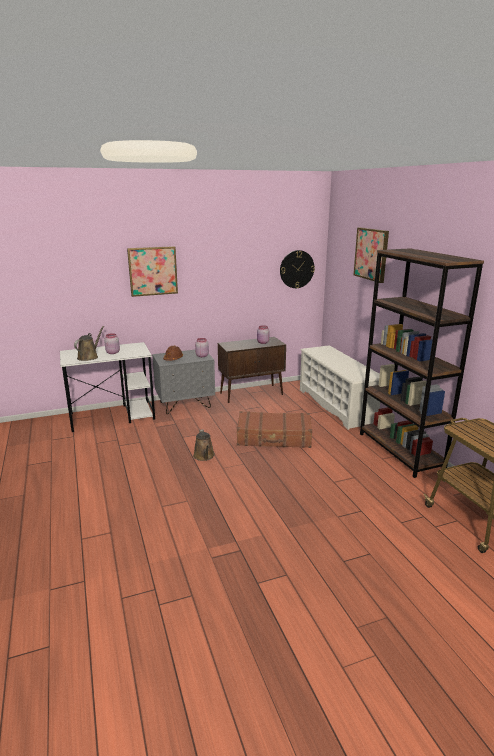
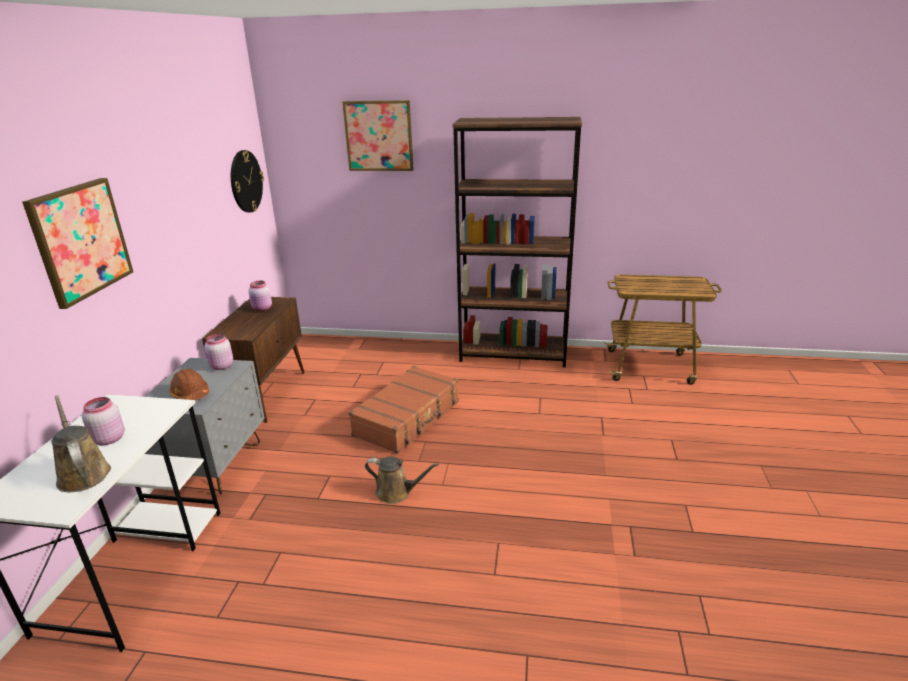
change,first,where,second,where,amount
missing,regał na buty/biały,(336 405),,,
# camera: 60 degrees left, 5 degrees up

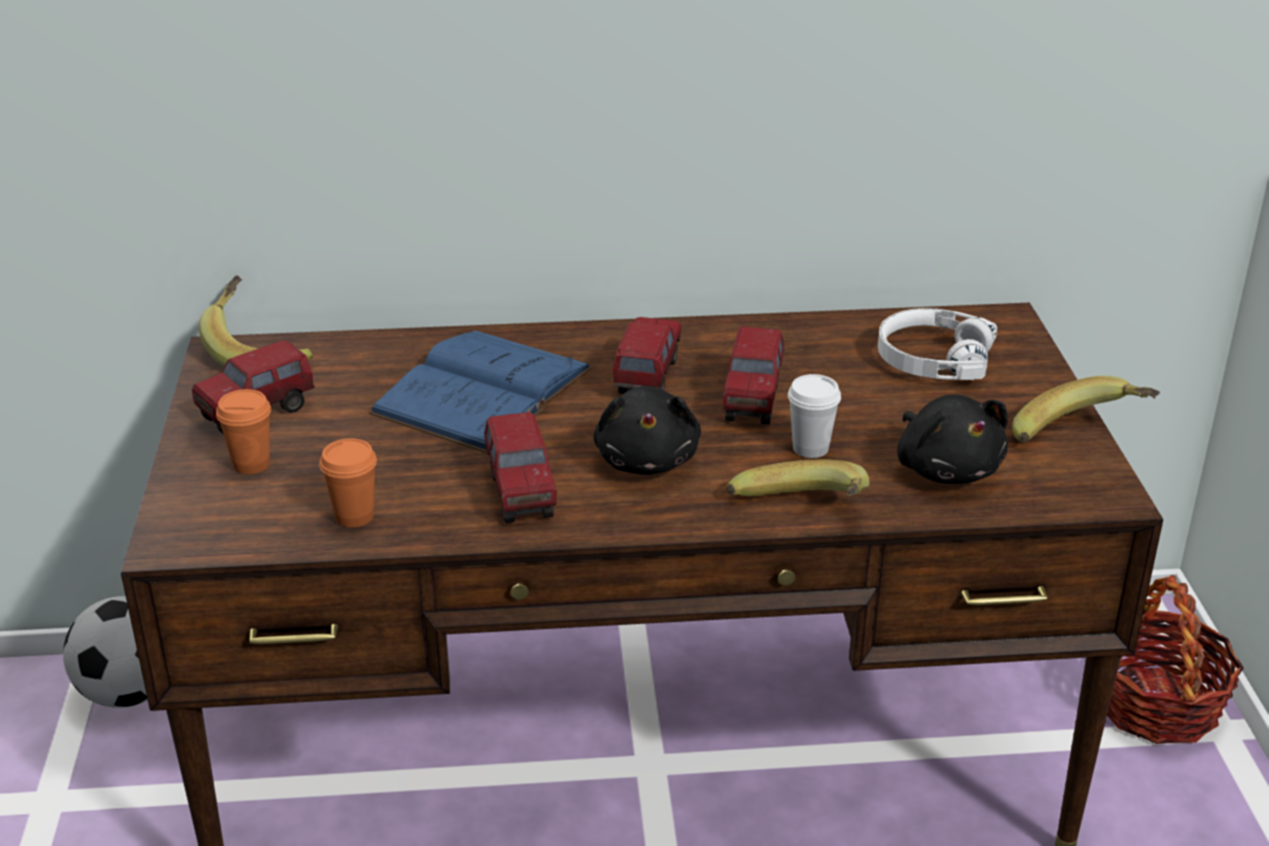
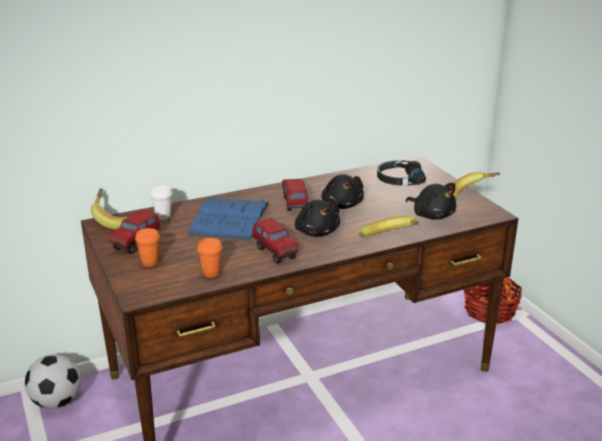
change,first,where,second,where,amount
relocated,filiżanka/biały,(810 448),,(163 216),
exchanged,ciężarówka zabawkowa,(753 401),pluszak/czarny,(342 205),
colour,słuchawki/biały,(932 359),słuchawki/czarny,(399 180),
# camera: 20 degrees left, 5 degrees down

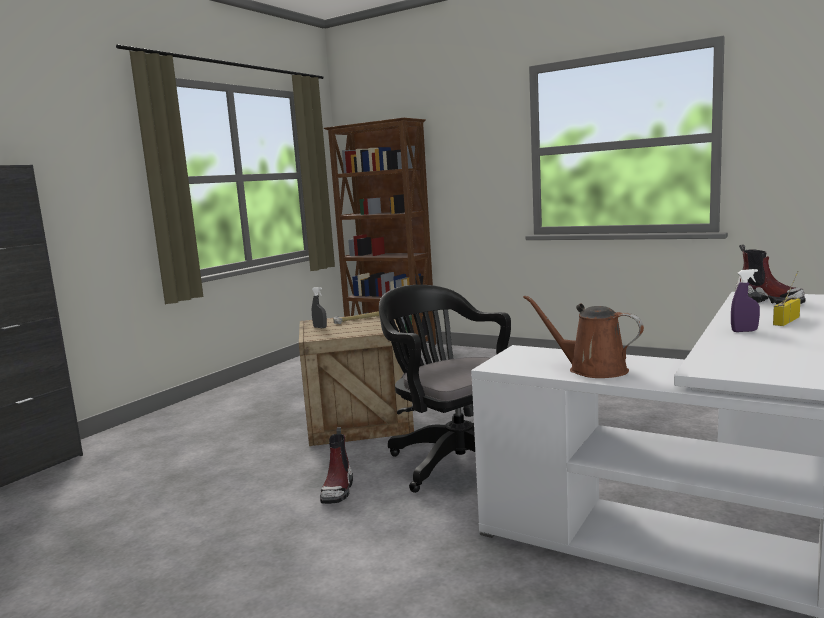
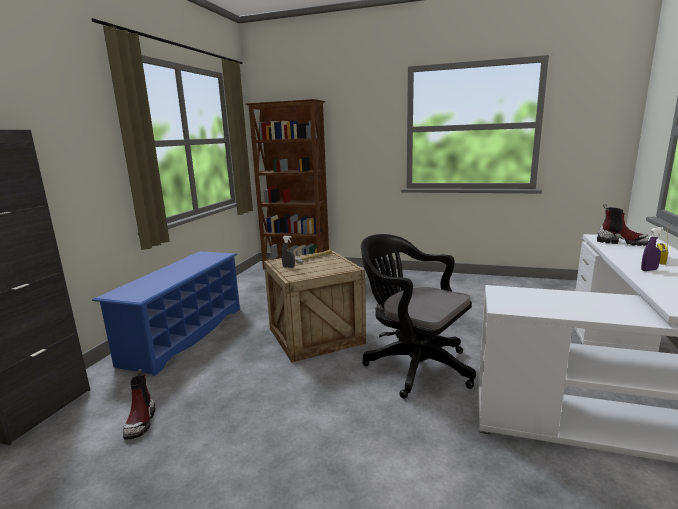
change,first,where,second,where,amount
appeared,,,regał na buty/niebieski,(184 335),
relocated,but z cholewką,(337 490),,(140 422),
missing,konewka/brązowy,(592 369),,,
# camera: 15 degrees left, 5 degrees up

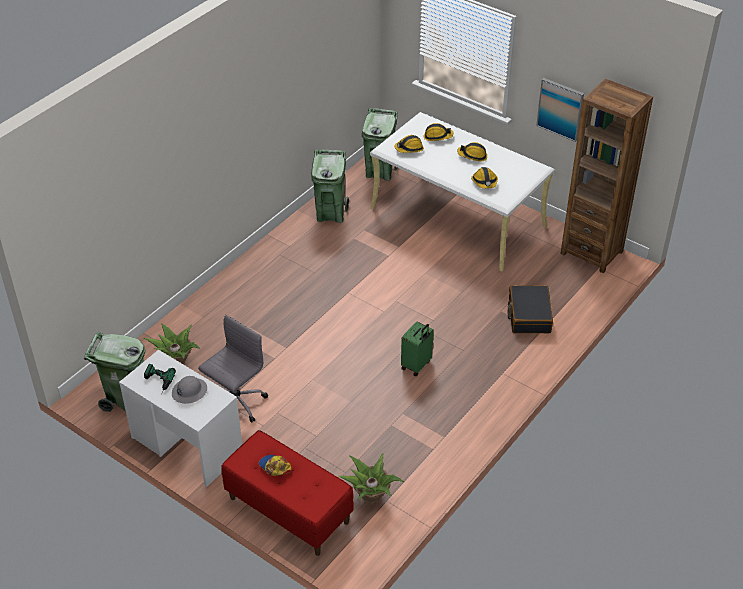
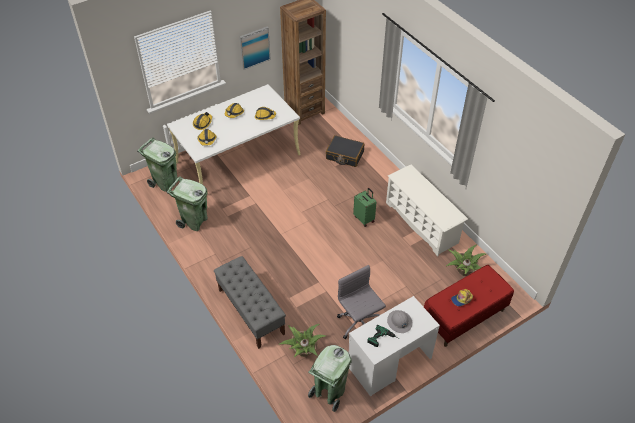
change,first,where,second,where,amount
appeared,,,ławka/szary,(251 311),
appeared,,,regał na buty/biały,(422 223),
# camera: 70 degrees left, 5 degrees up

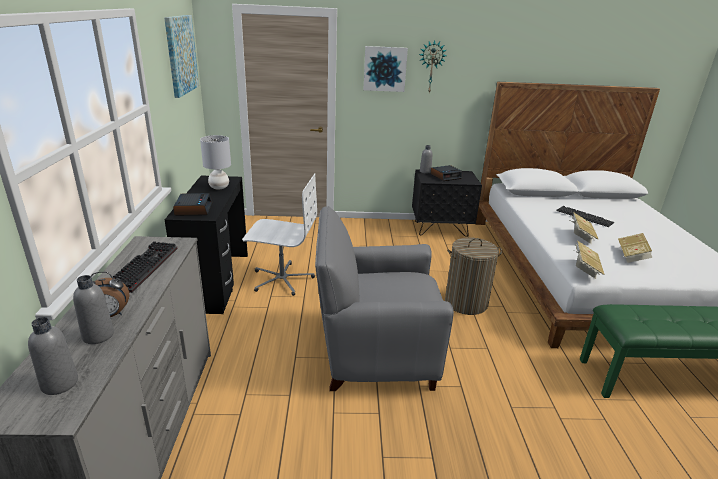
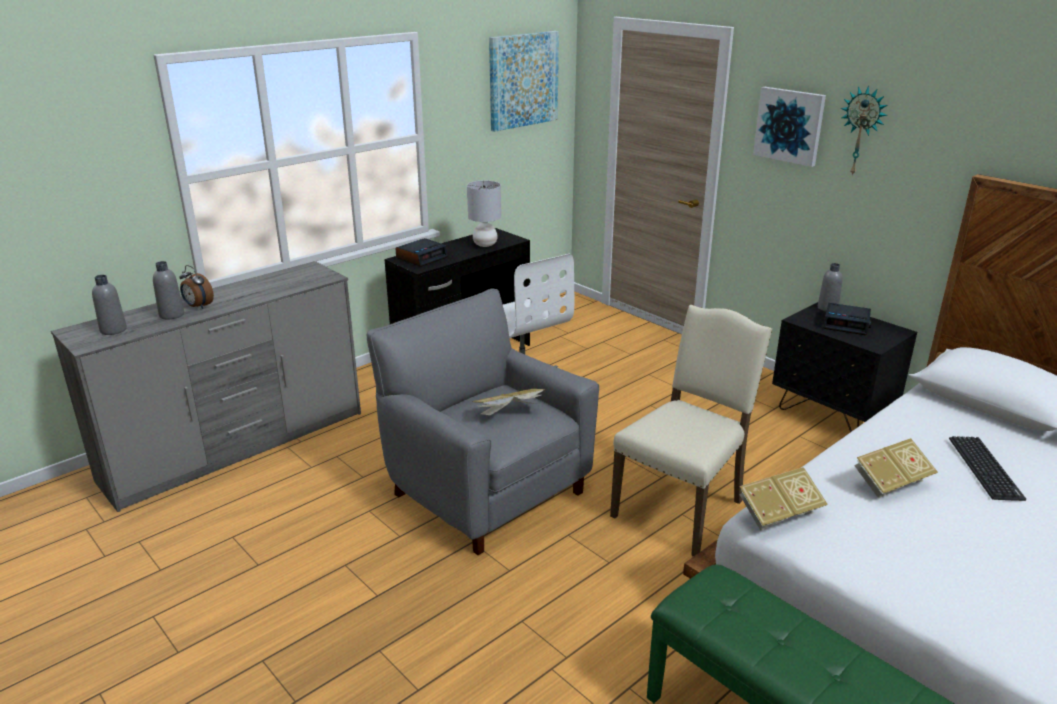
change,first,where,second,where,amount
relocated,książka,(632 256),,(509 413),
exchanged,kosz na pranie,(466 302),krzesło/beżowy,(682 508),
missing,klawiatura,(143 267),,,
# camera: 50 degrees right, 0 degrees up

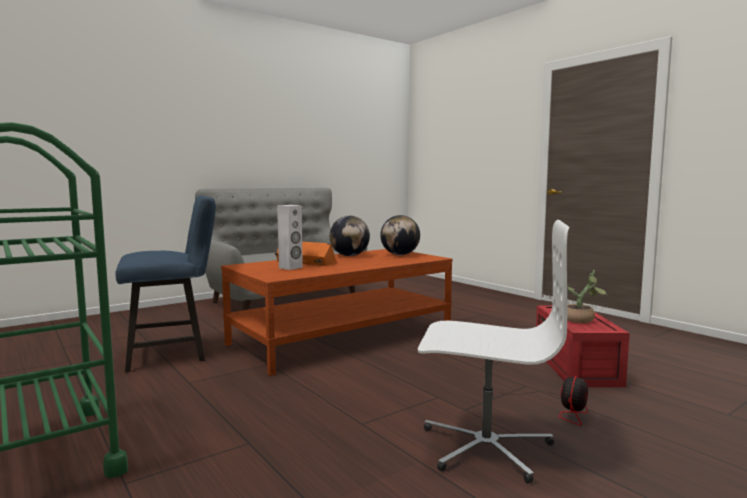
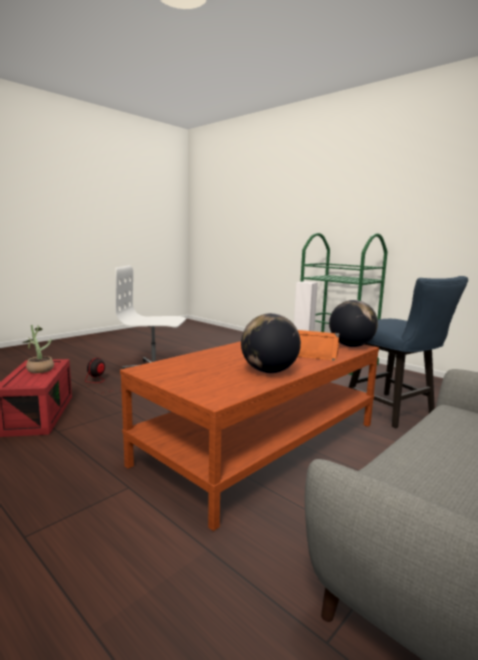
change,first,where,second,where,amount
relocated,globus,(400 255),,(351 346),
spun,krzesło/niebieski,(173 353),,(394 412),90 degrees counterclockwise
# camera: 170 degrees right, 5 degrees up

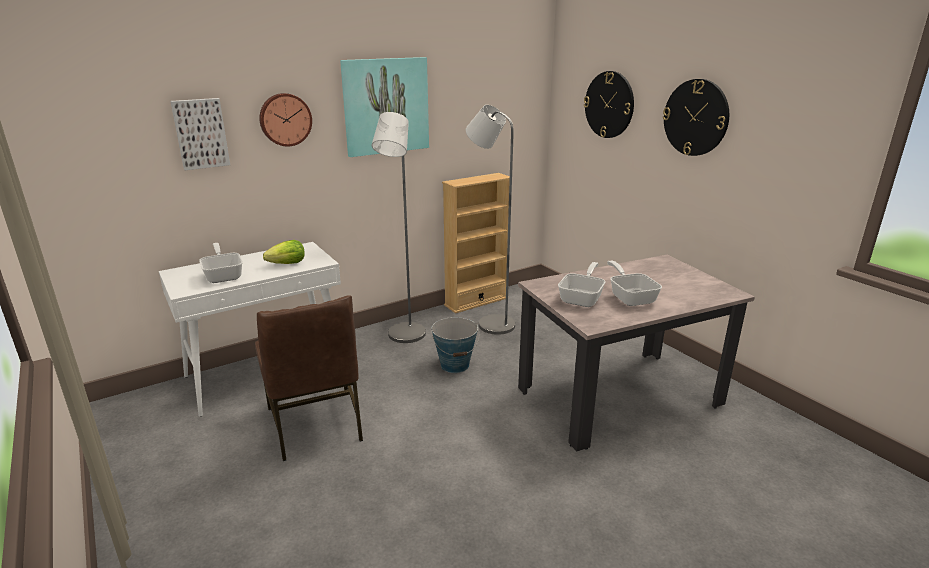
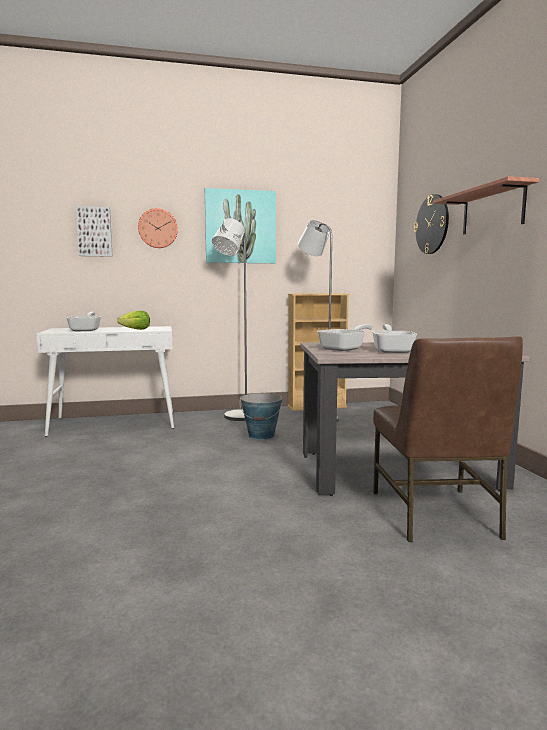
change,first,where,second,where,amount
relocated,krzesło/brązowy,(315 424),,(435 515),
exchanged,zegar ścienny,(696 117),półka,(492 210),
# camera: 20 degrees right, 15 degrees down

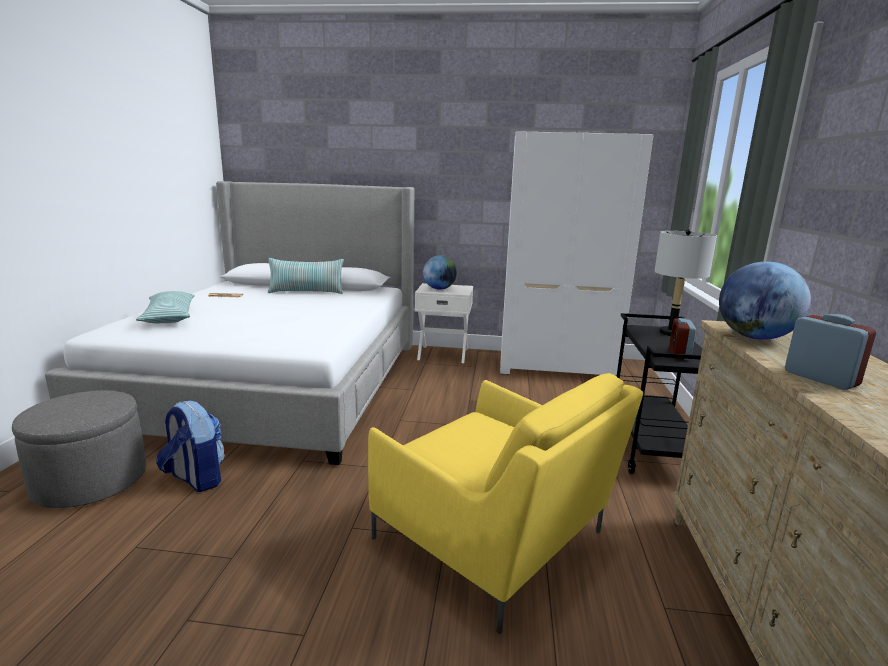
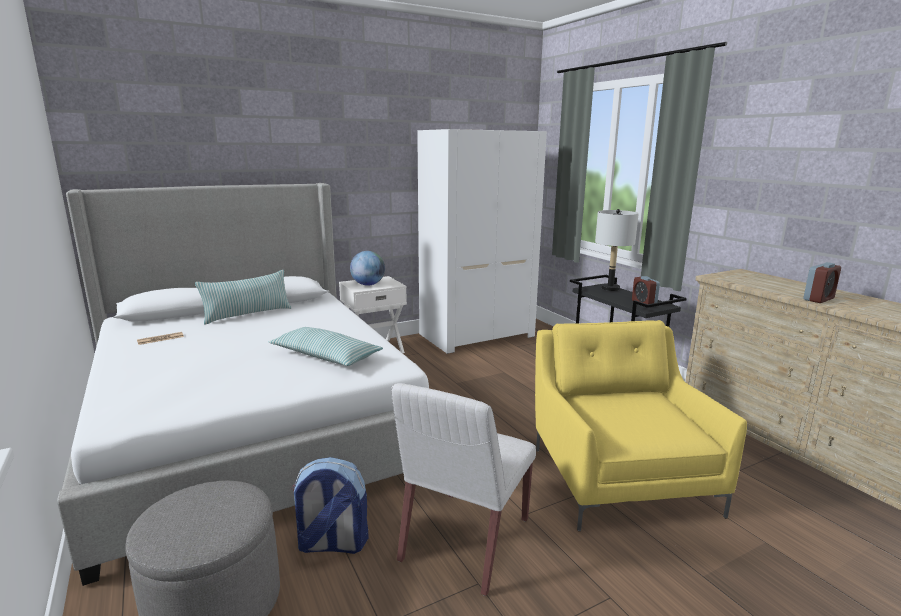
change,first,where,second,where,amount
relocated,poduszka,(169 317),,(325 357),
appeared,,,krzesło/biały,(465 540),
spun,fotel/żółty,(495 540),,(619 476),105 degrees counterclockwise
spun,budzik,(820 378),,(818 299),120 degrees clockwise
missing,globus,(754 337),,,
# camera: 35 degrees left, 0 degrees up

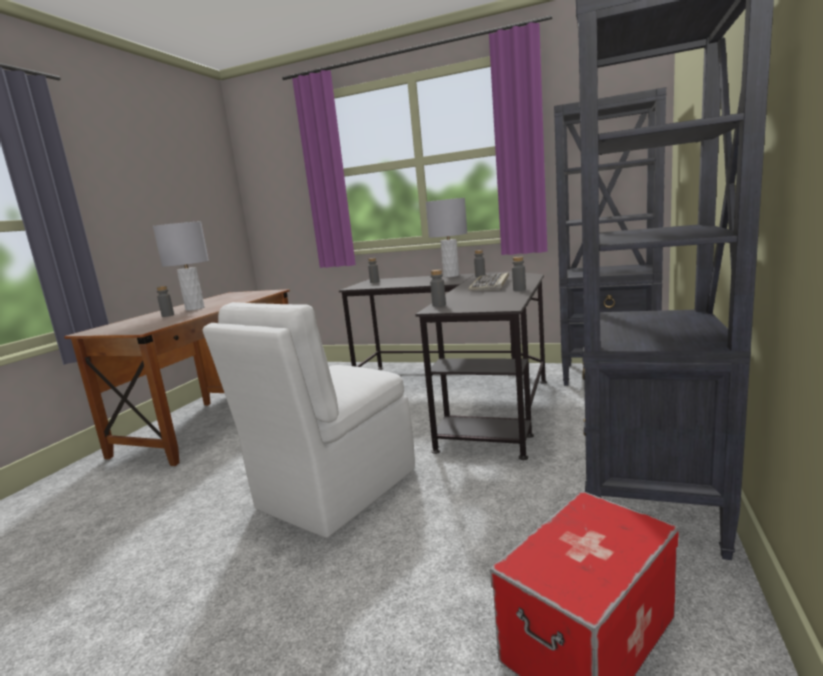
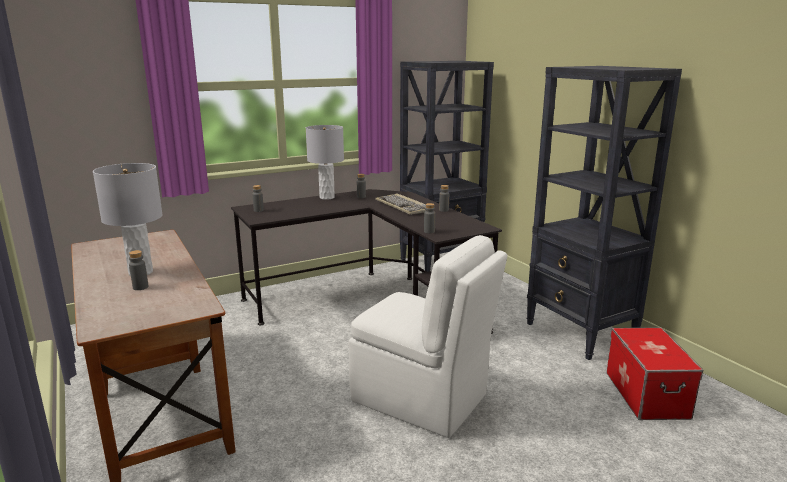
change,first,where,second,where,amount
spun,krzesło/biały,(334 490),,(422 399),45 degrees counterclockwise
# camera: 50 degrees left, 5 degrees up

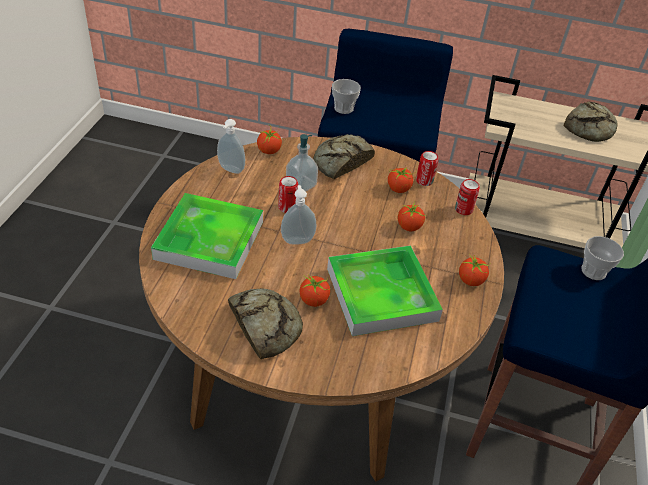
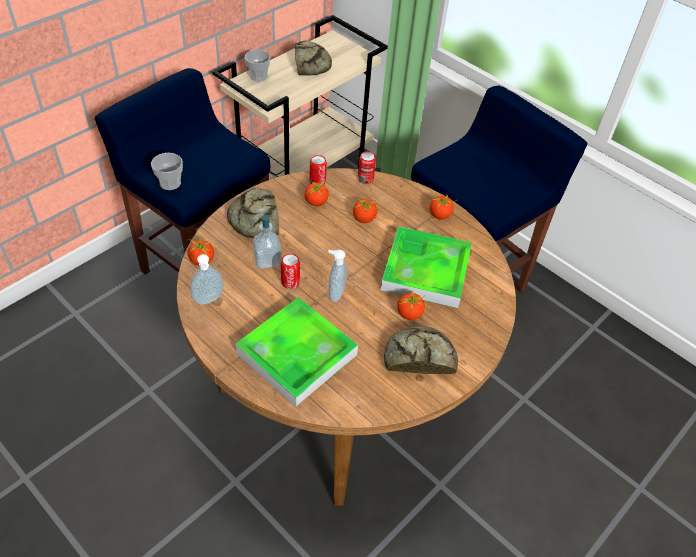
change,first,where,second,where,amount
relocated,filiżanka,(593 271),,(258 76),
# camera: 60 degrees left, 5 degrees up

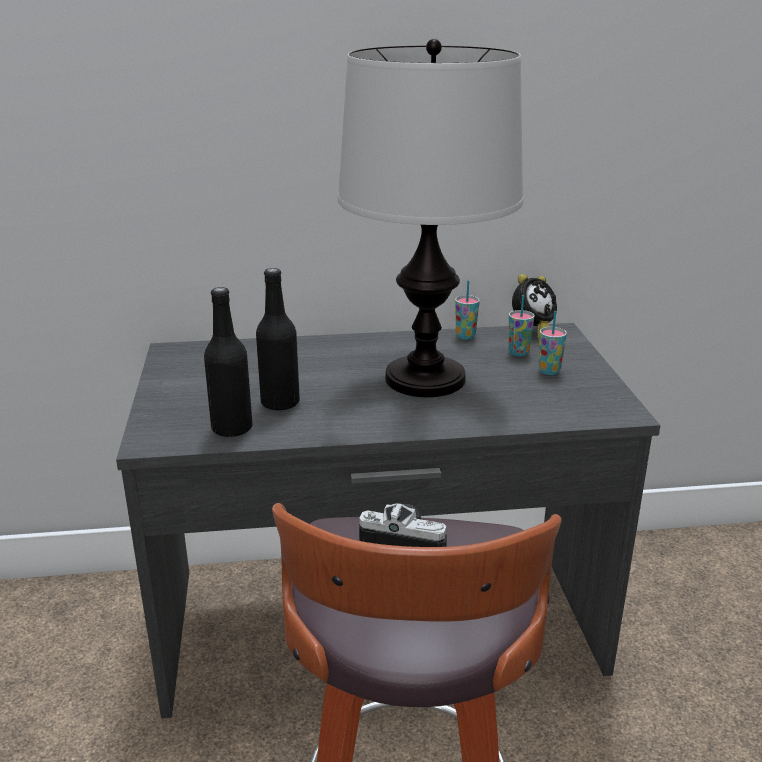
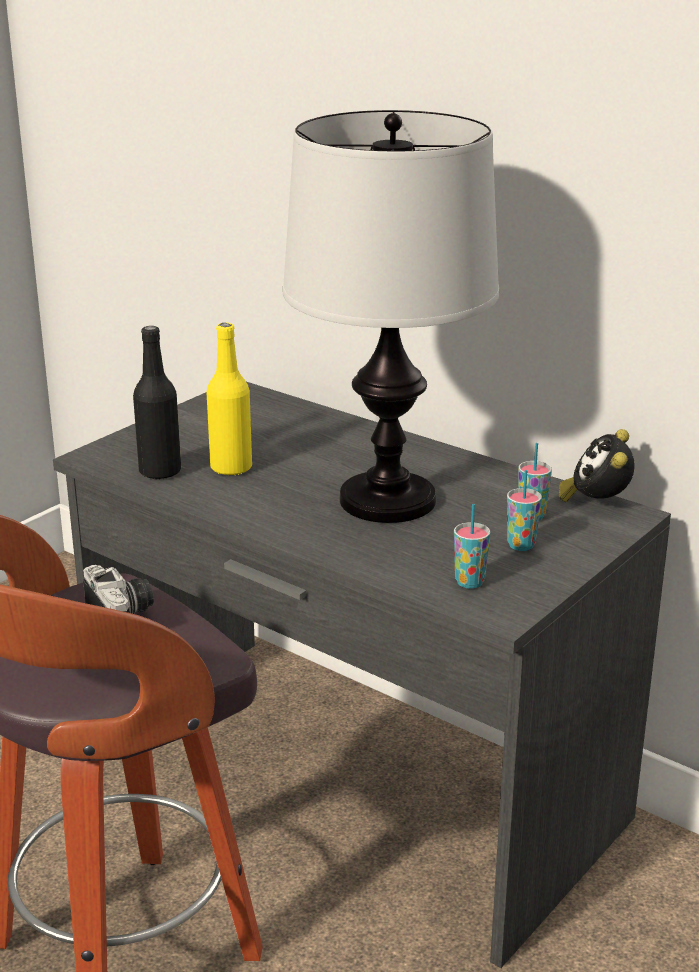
change,first,where,second,where,amount
colour,butelka/czarny,(280 403),butelka/żółty,(231 468),
relocated,filiżanka,(465 336),,(469 582),
spun,budzik,(532 332),,(596 503),90 degrees clockwise
# camera: 45 degrees right, 0 degrees up

